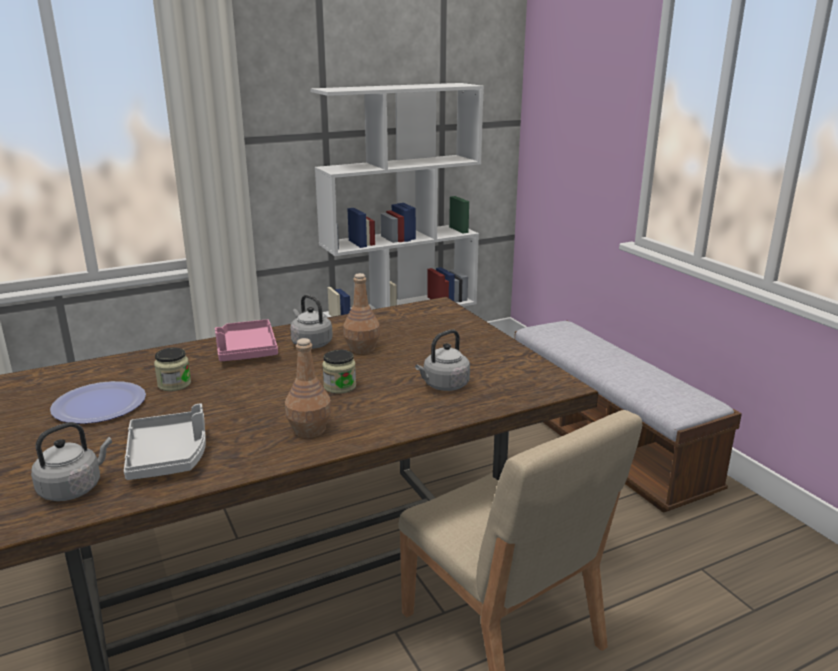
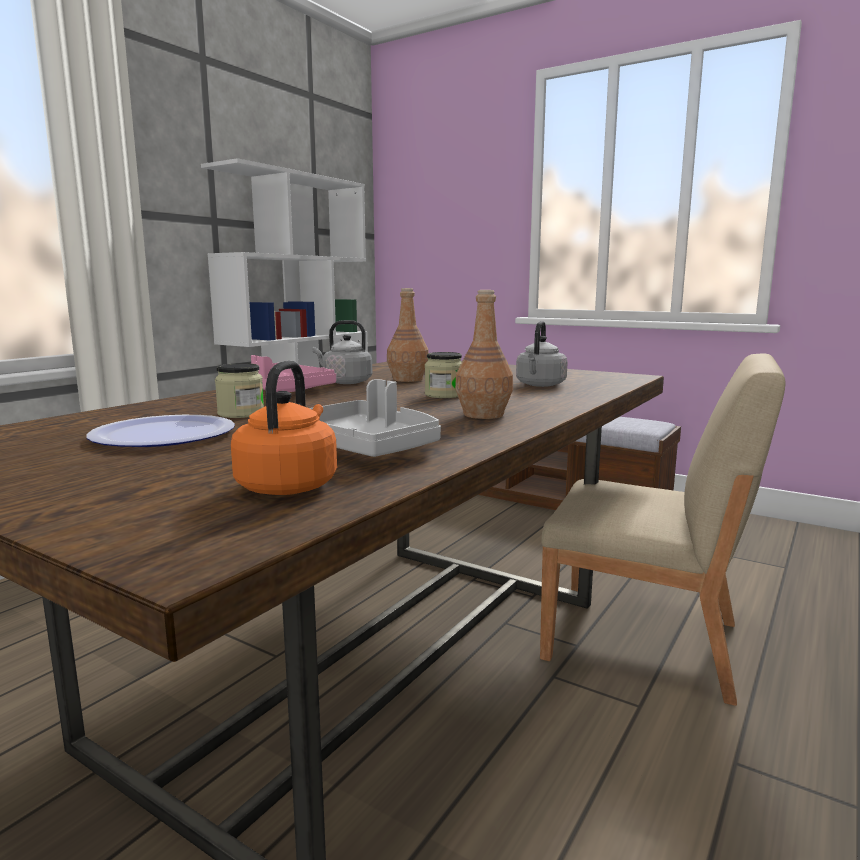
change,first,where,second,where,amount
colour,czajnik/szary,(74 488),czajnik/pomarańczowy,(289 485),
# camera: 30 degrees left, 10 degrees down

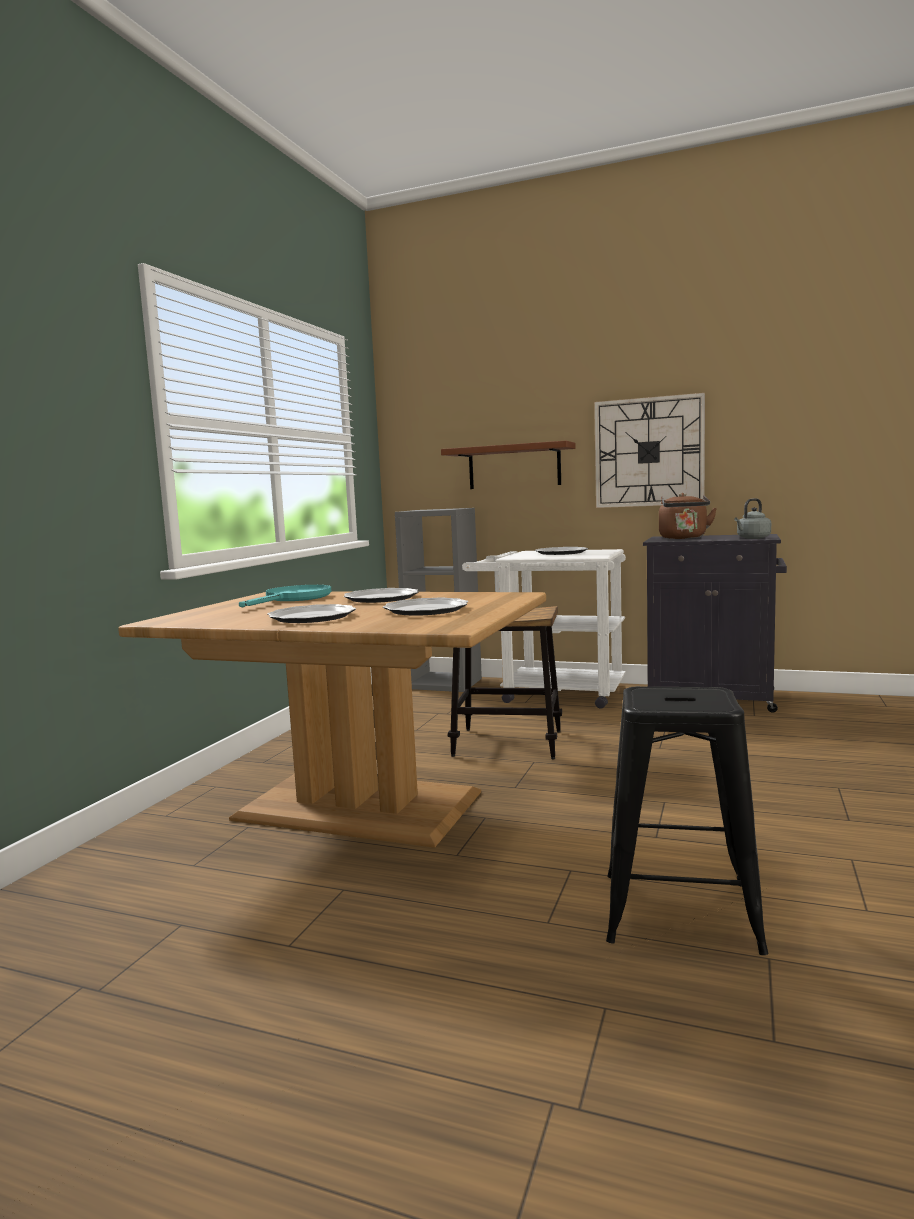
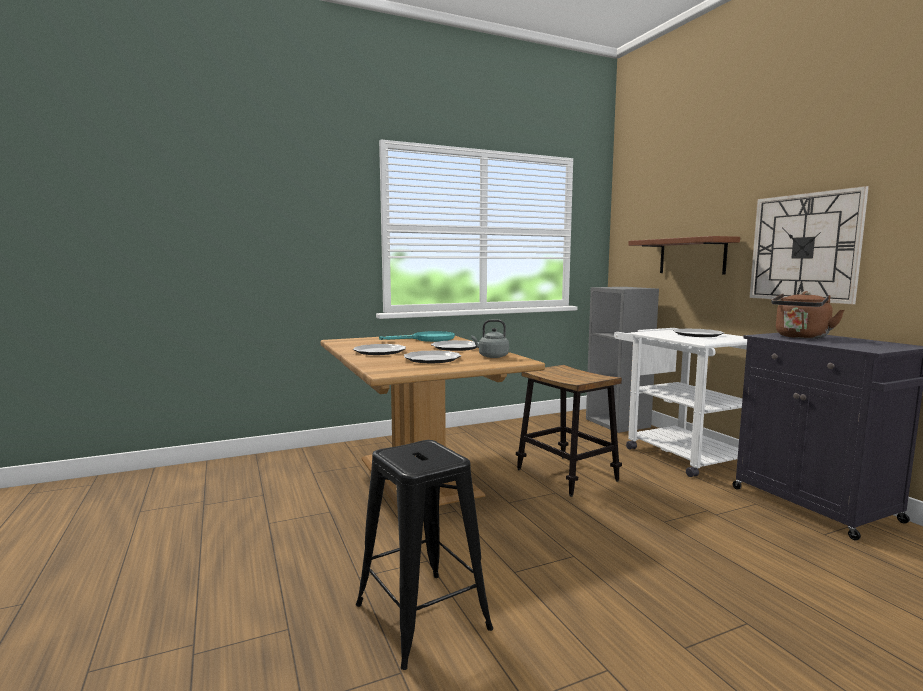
change,first,where,second,where,amount
relocated,czajnik/szary,(752 538),,(491 356),
# camera: 45 degrees right, 0 degrees up

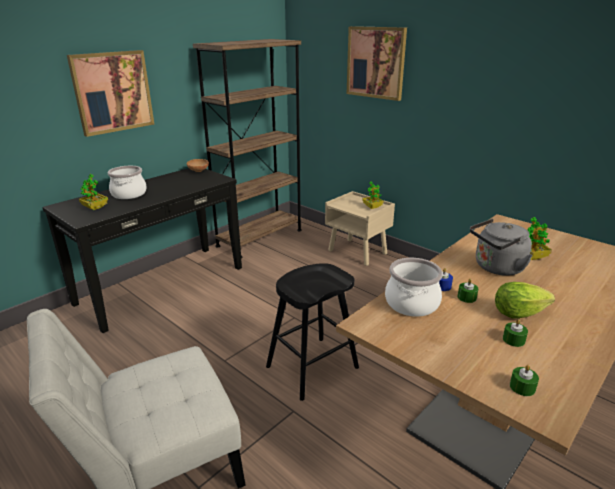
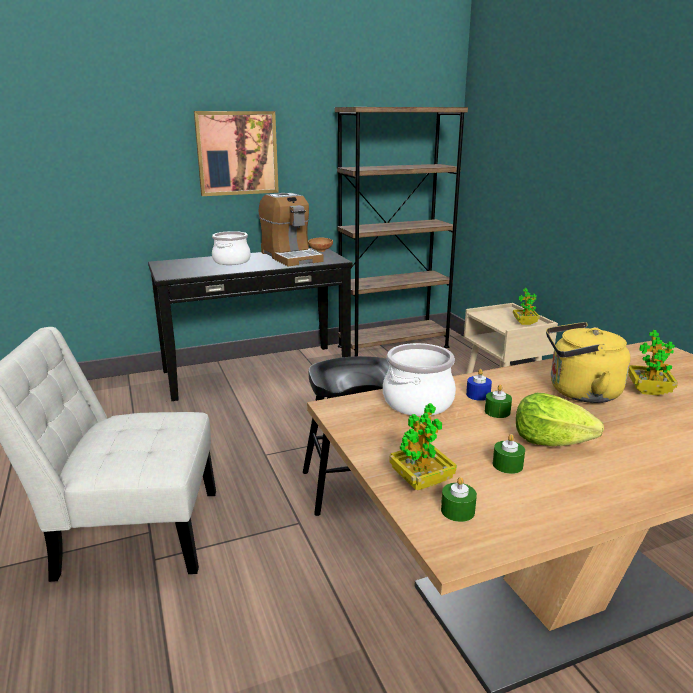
change,first,where,second,where,amount
appeared,,,ekspres do kawy,(290 257),
relocated,roślina doniczkowa,(95 207),,(421 481),
colour,czajnik/szary,(496 268),czajnik/żółty,(579 392),
missing,obraz,(376 62),,,
# camera: 25 degrees right, 5 degrees down

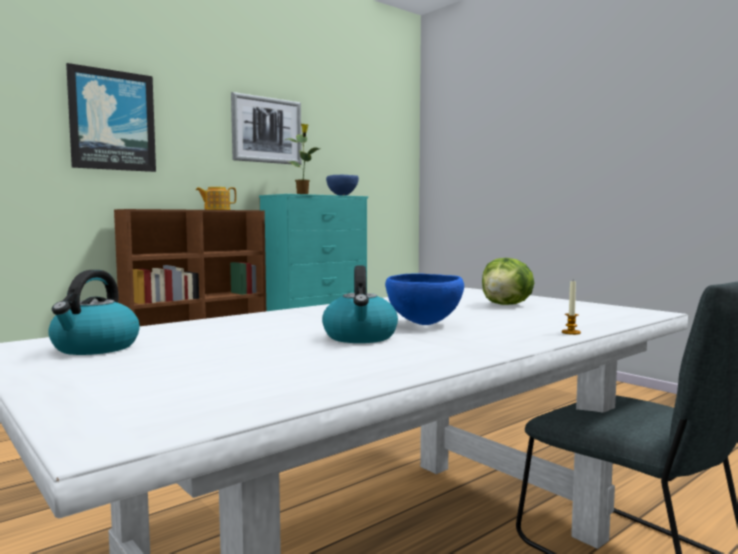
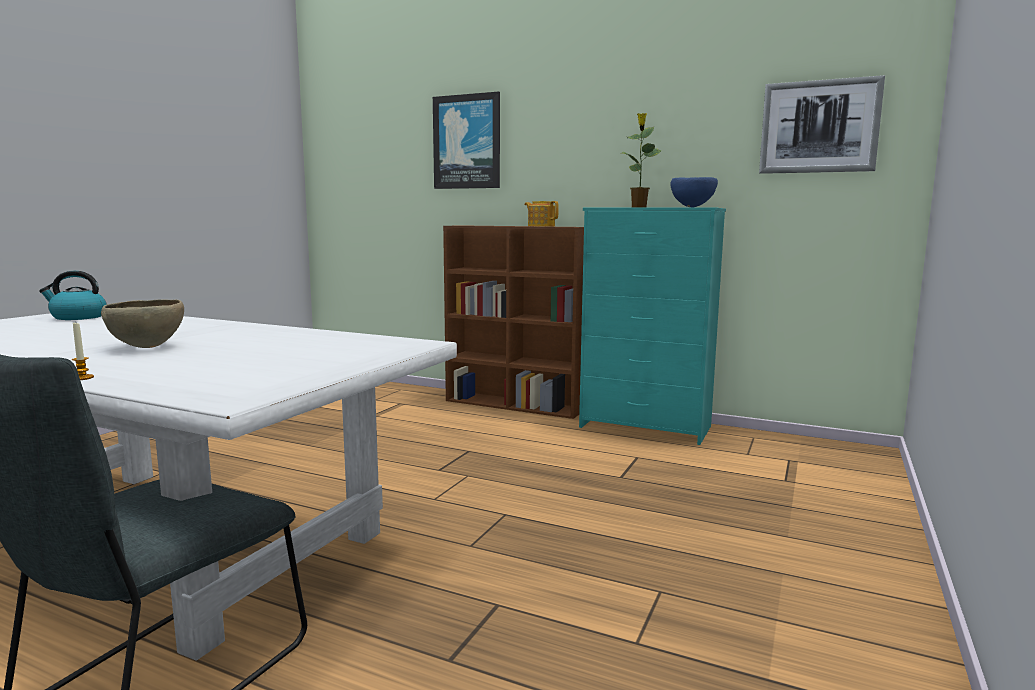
change,first,where,second,where,amount
colour,miska/niebieski,(423 324),miska/brązowy,(148 347),
relocated,obraz,(266 130),,(819 127),
missing,czajnik,(360 337),,,
missing,sałata,(506 305),,,
# camera: 65 degrees right, 5 degrees up

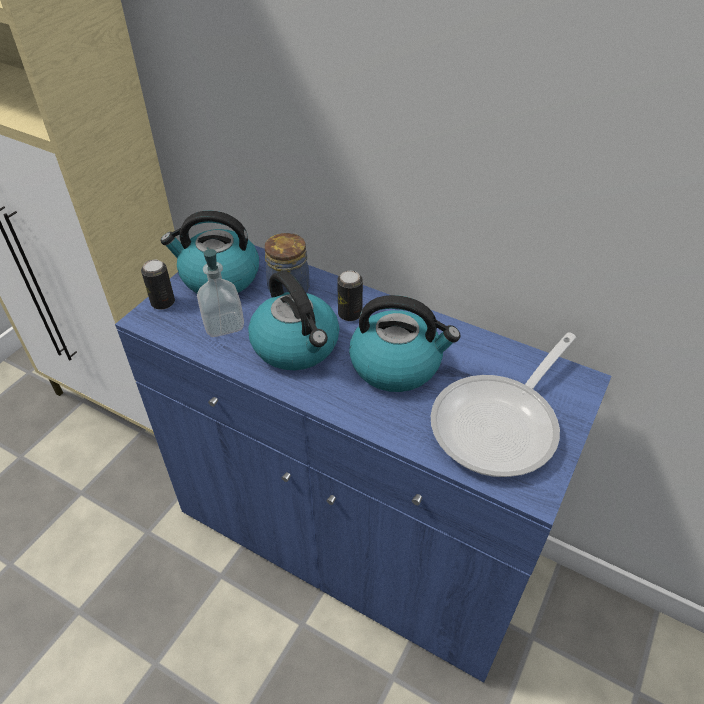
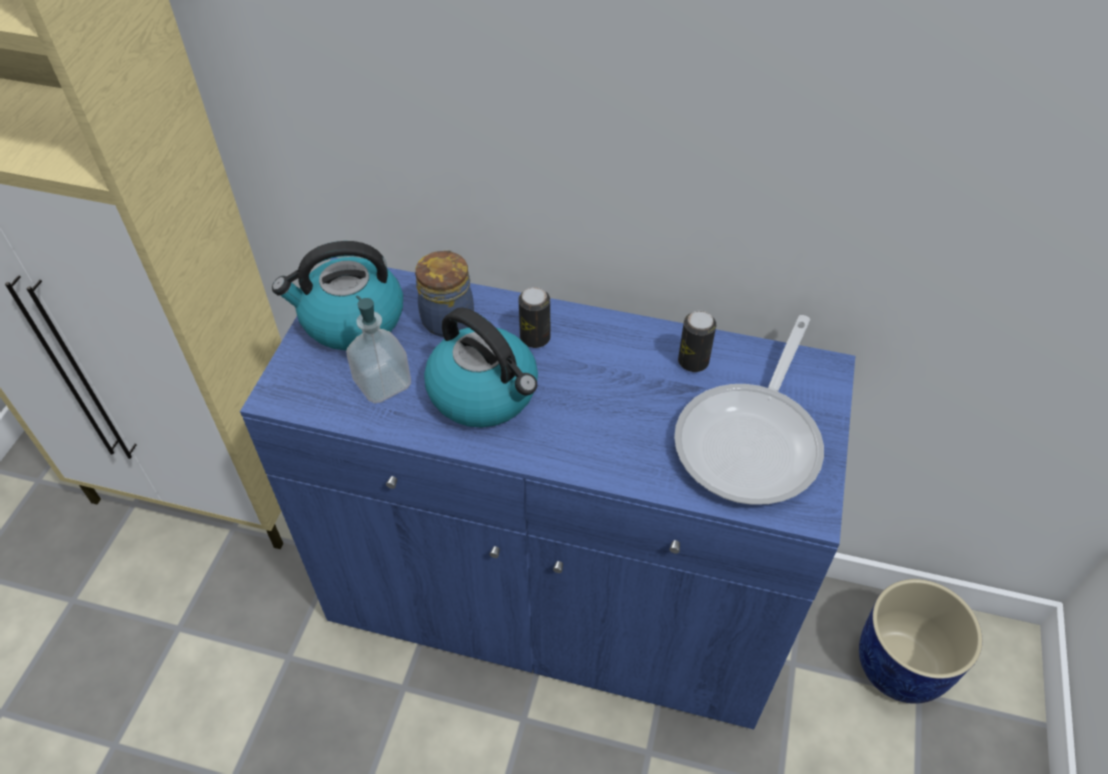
change,first,where,second,where,amount
relocated,puszka,(163 303),,(693 362),
appeared,,,donica/niebieski,(902 665),
missing,czajnik,(397 364),,,
# camera: 15 degrees left, 5 degrees up

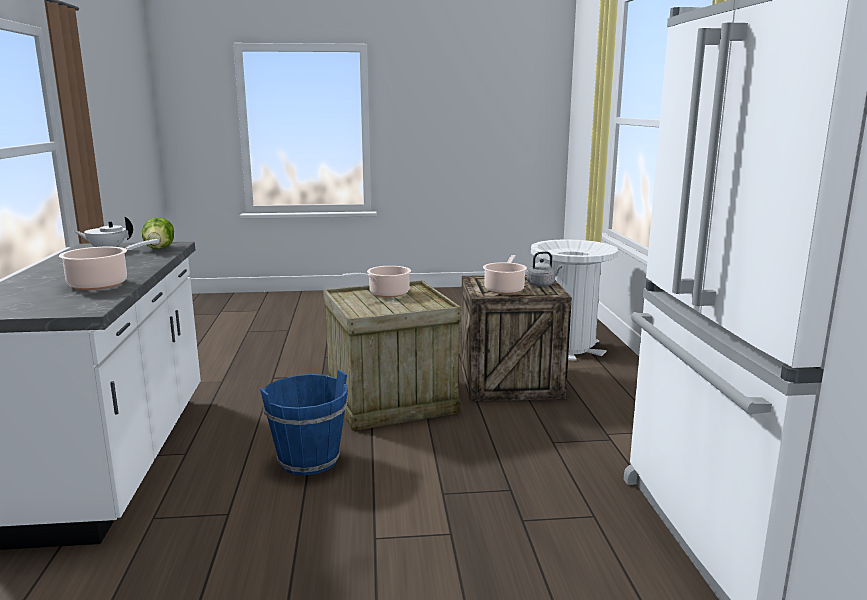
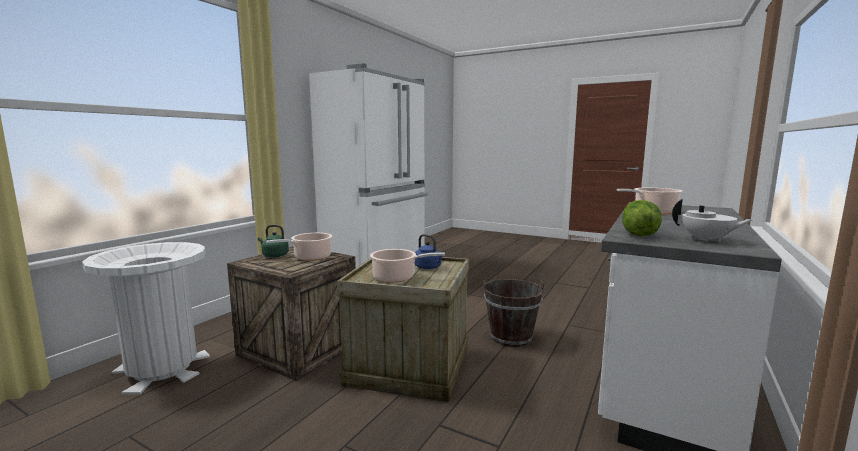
change,first,where,second,where,amount
colour,czajnik/szary,(542 284),czajnik/zielony,(274 255),
appeared,,,czajnik/niebieski,(429 267),
colour,wiadro/niebieski,(308 460),wiadro/brązowy,(511 338),
# camera: 145 degrees left, 5 degrees down

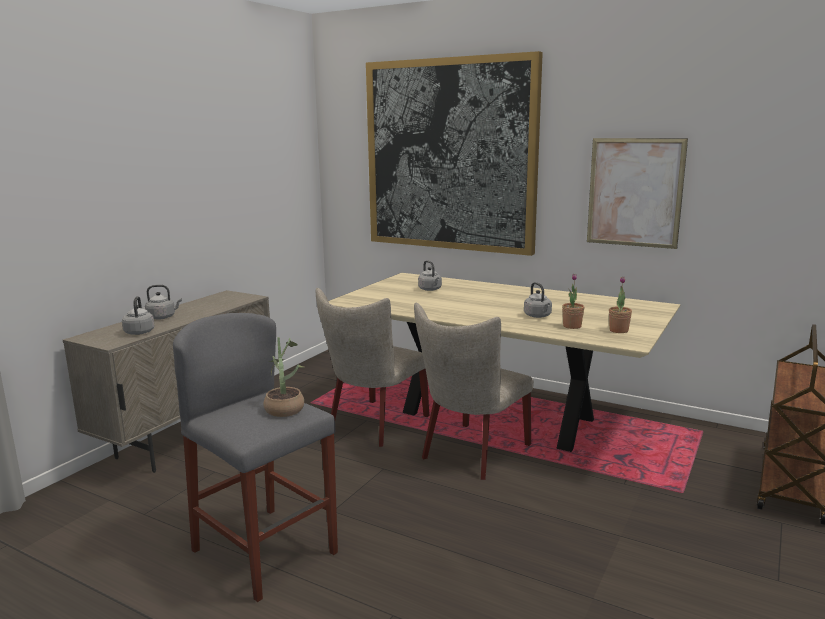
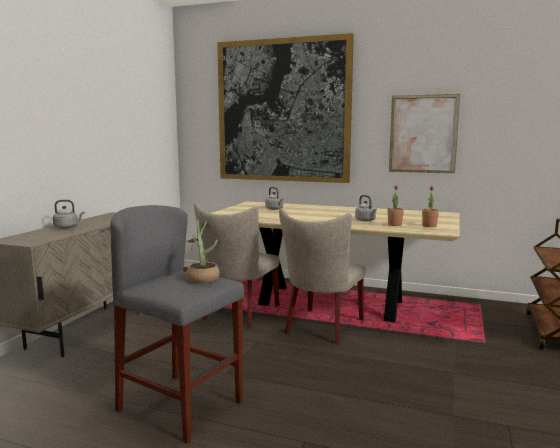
change,first,where,second,where,amount
missing,czajnik/szary,(140 332),,,
# camera: 10 degrees left, 5 degrees down

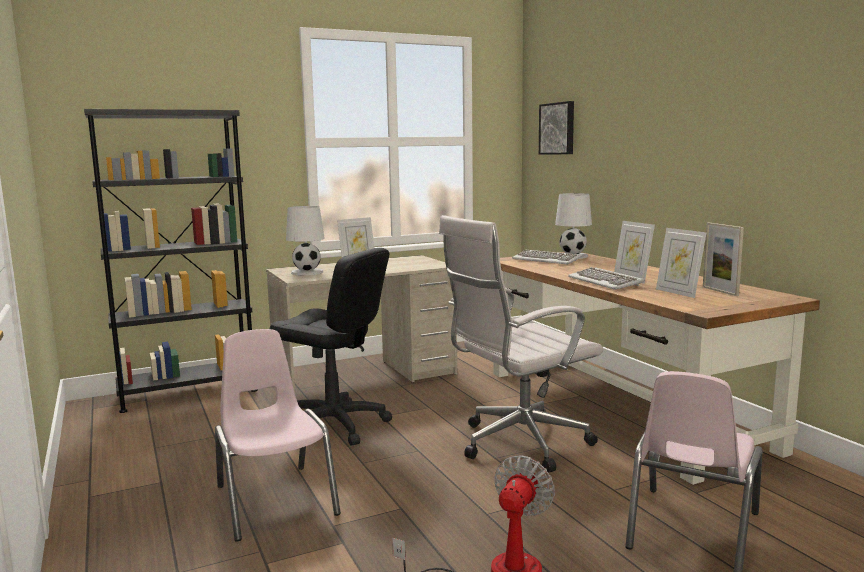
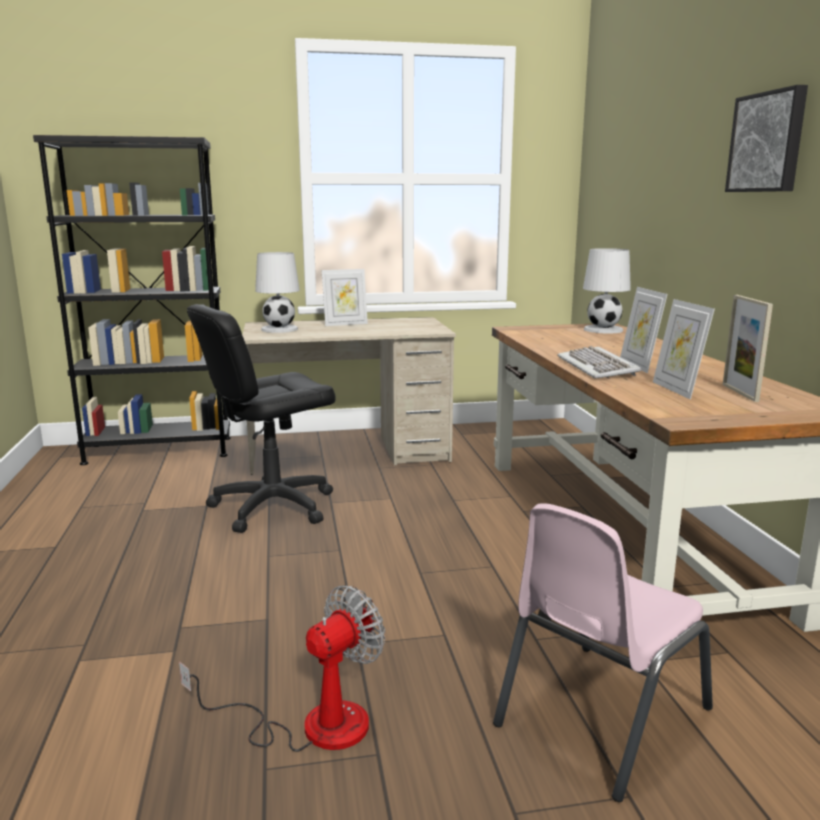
change,first,where,second,where,amount
spun,krzesło biurowe/czarny,(334 425),,(272 506),105 degrees clockwise
relocated,obraz,(558 128),,(768 142),
missing,krzesło/różowy,(275 500),,,
missing,krzesło biurowe/biały,(518 444),,,
missing,klawiatura,(547 260),,,
# camera: 15 degrees right, 5 degrees up

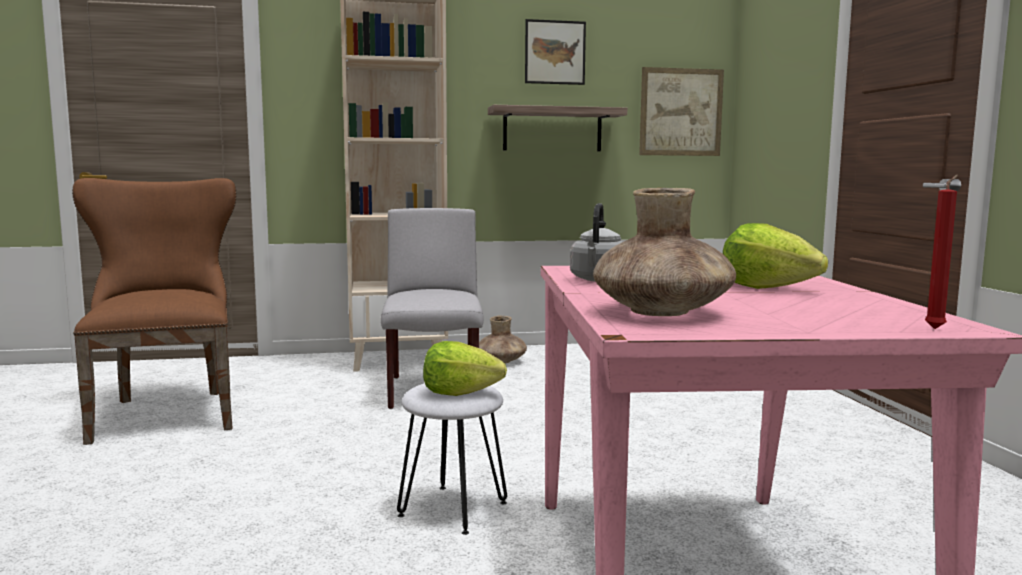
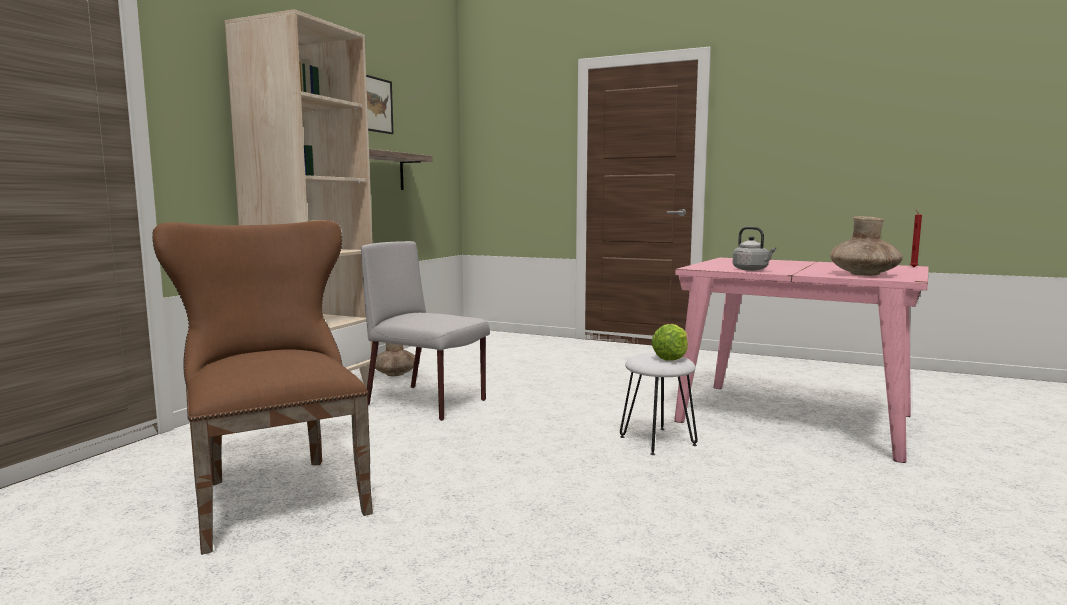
change,first,where,second,where,amount
spun,krzesło/brązowy,(166 411),,(275 494),45 degrees clockwise
missing,obraz,(681 112),,,
missing,sałata,(766 287),,,
# camera: 55 degrees left, 0 degrees up

